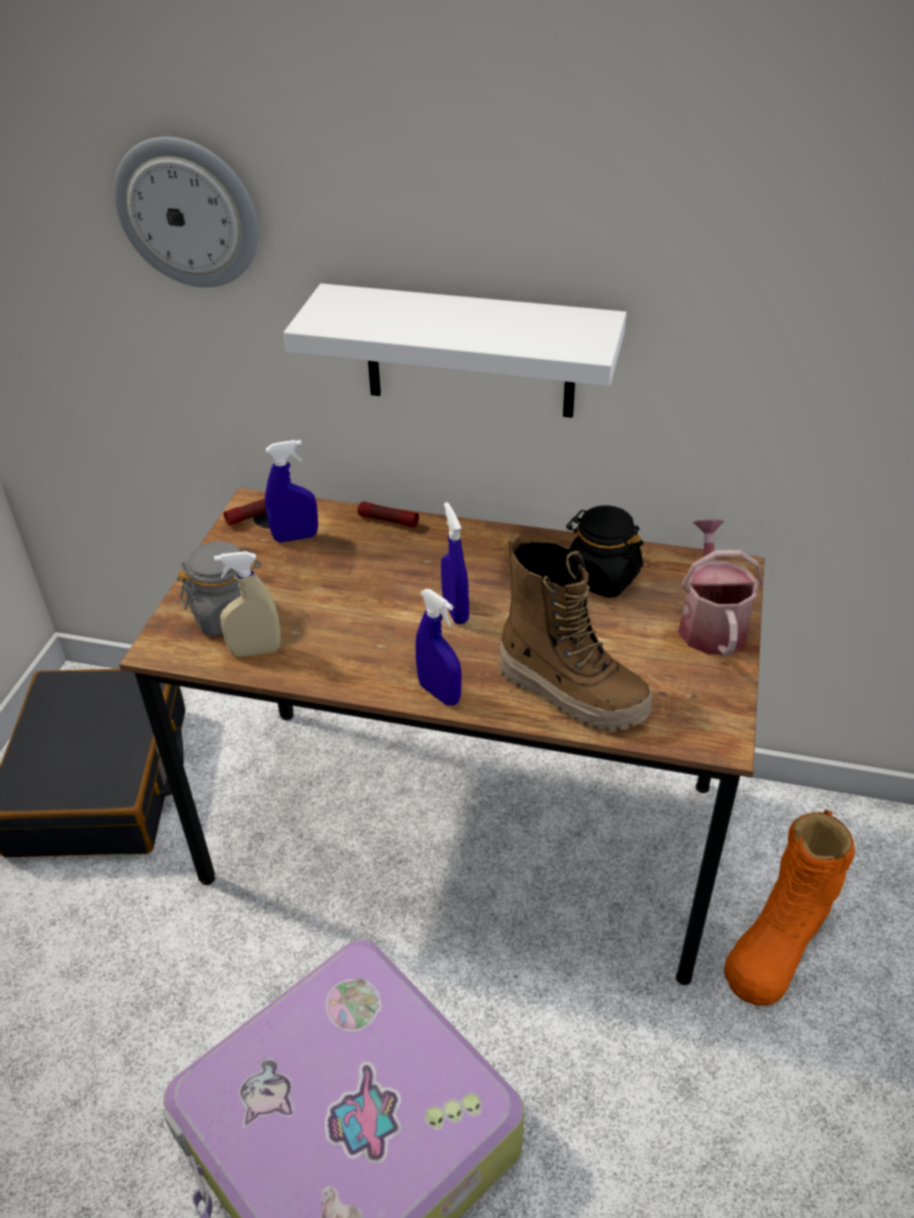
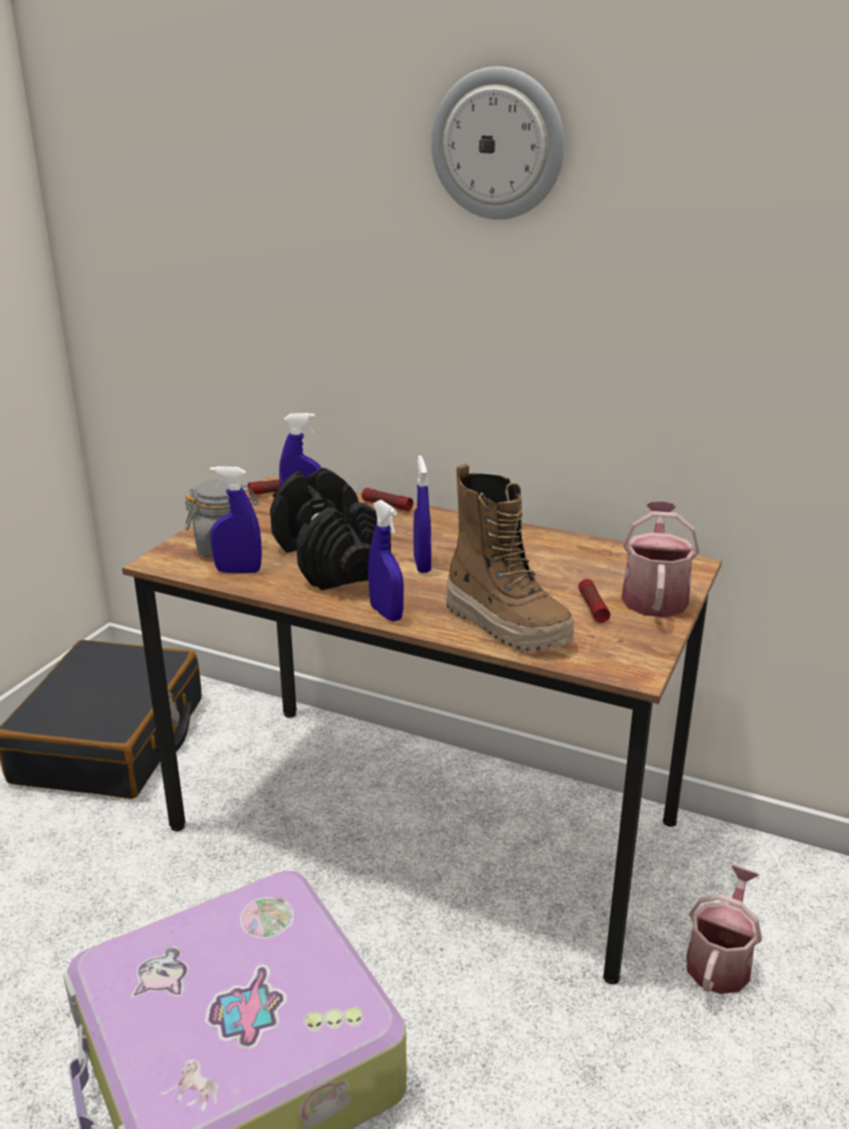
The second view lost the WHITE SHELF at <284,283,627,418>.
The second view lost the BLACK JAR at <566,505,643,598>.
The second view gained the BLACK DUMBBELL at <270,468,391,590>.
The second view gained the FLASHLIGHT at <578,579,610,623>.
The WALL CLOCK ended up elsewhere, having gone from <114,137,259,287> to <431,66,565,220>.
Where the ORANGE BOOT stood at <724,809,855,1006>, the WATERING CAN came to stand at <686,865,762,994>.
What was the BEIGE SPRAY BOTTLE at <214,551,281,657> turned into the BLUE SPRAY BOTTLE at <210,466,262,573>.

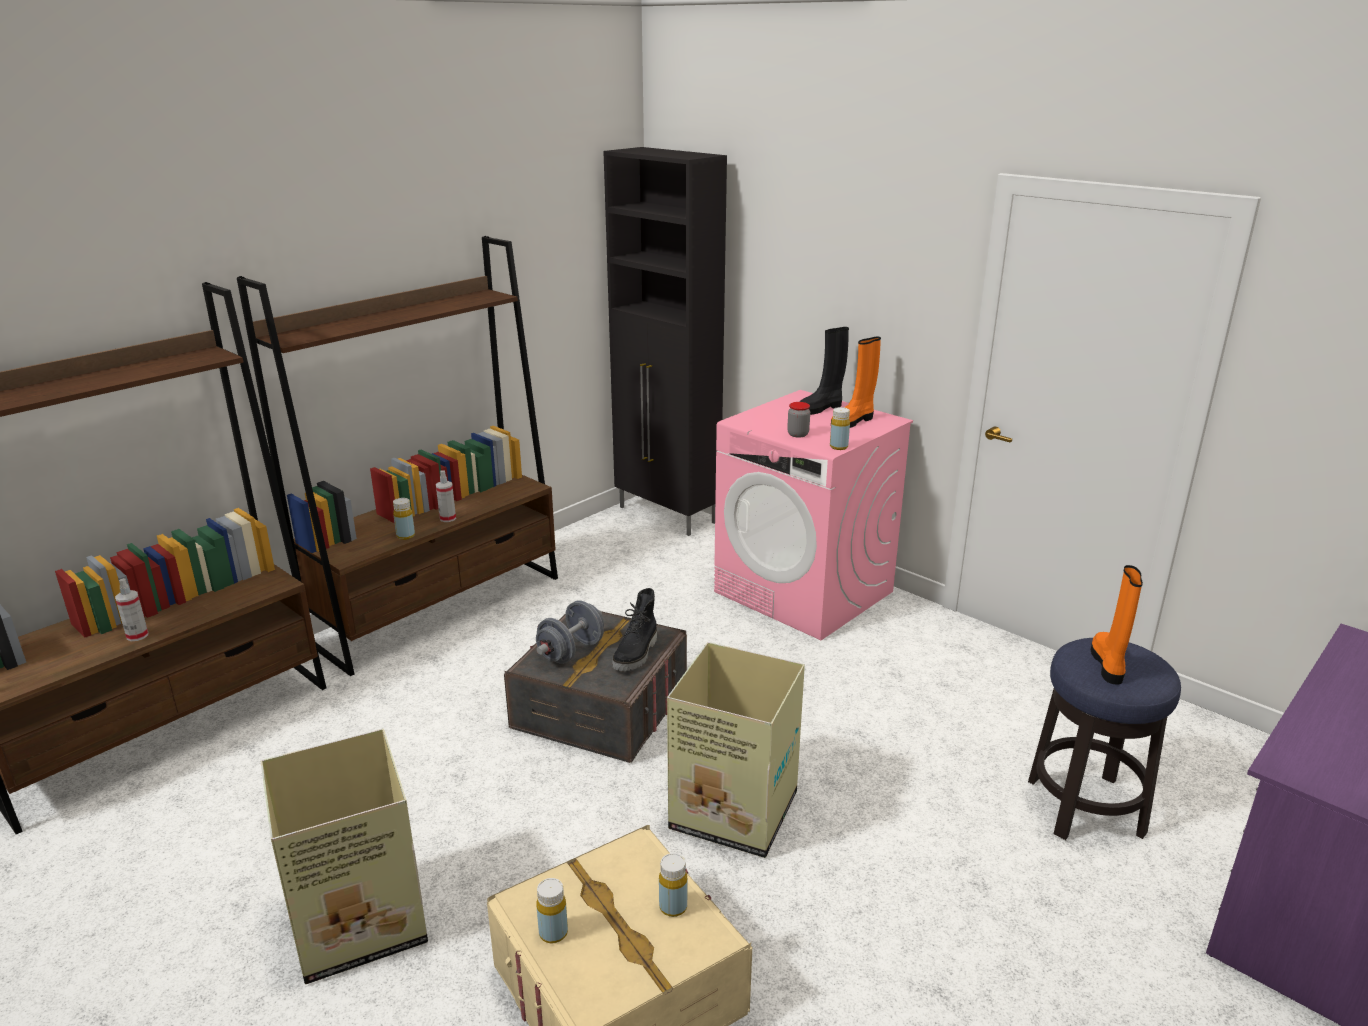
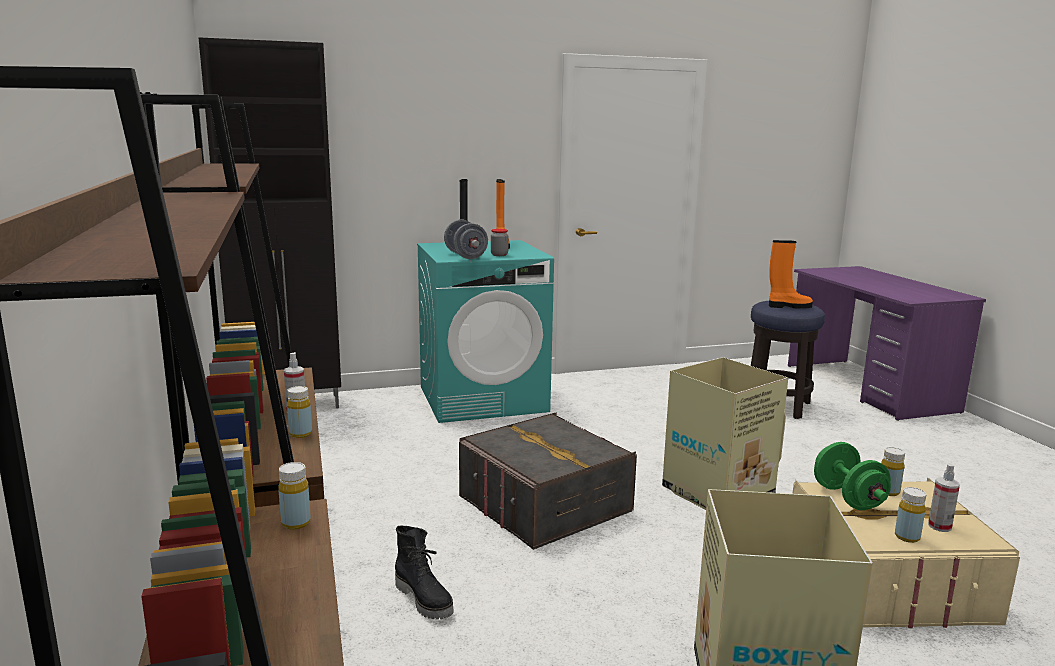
The second view gained the GREEN DUMBBELL at <814,442,891,510>.
The SPRAY BOTTLE ended up elsewhere, having gone from <115,578,148,641> to <928,463,960,532>.
The GREY DUMBBELL ended up elsewhere, having gone from <536,600,604,664> to <444,219,488,259>.
The BLACK BOOT ended up elsewhere, having gone from <612,588,657,671> to <395,525,454,620>.
The YELLOW BOTTLE ended up elsewhere, having gone from <830,407,850,450> to <278,462,311,529>.
What was the PINK WASHING MACHINE at <714,390,913,640> turned into the TURQUOISE WASHING MACHINE at <417,240,554,423>.
The ORANGE BOOT at <1091,565,1143,685> ended up facing another way, 135 degrees clockwise from before.

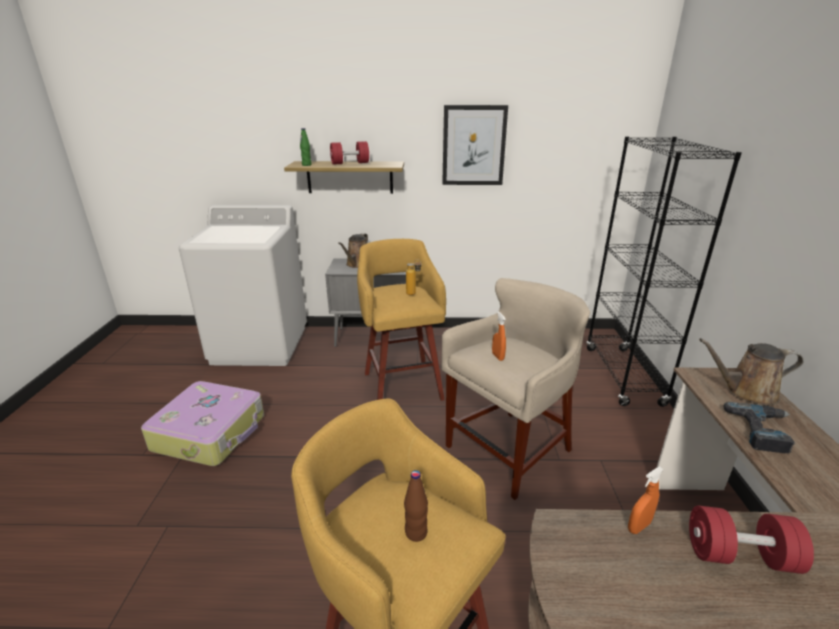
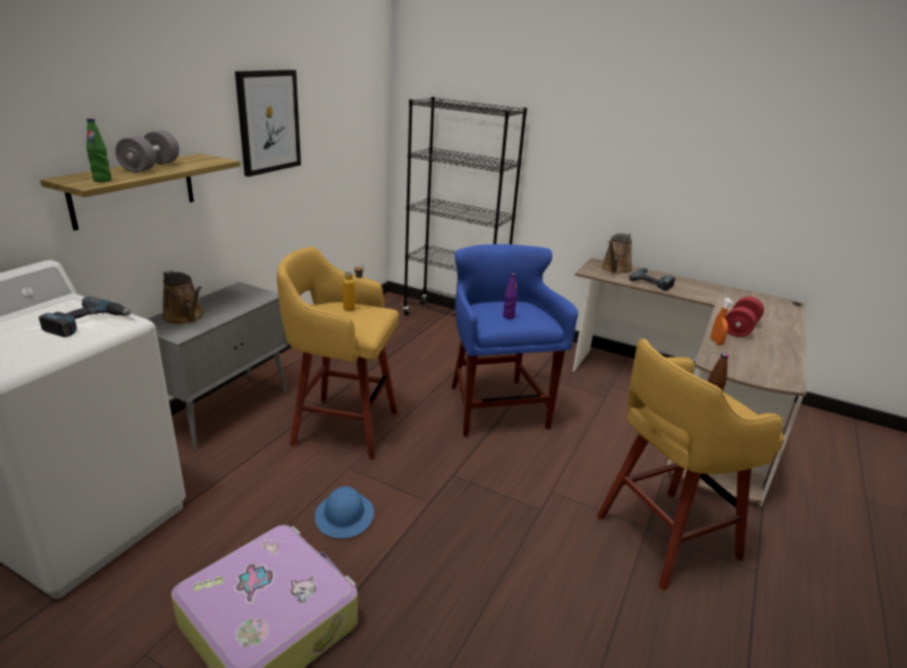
The second view gained the POWER DRILL at <39,296,131,337>.
The second view gained the BLUE HARD HAT at <315,486,374,539>.
Where the ORANGE SPRAY BOTTLE stood at <492,312,506,361>, the PURPLE BOTTLE came to stand at <503,273,518,319>.
What was the RED DUMBBELL at <330,141,369,165> turned into the GREY DUMBBELL at <115,130,179,173>.
What was the BEIGE STOOL at <441,278,590,500> turned into the BLUE STOOL at <451,244,578,437>.

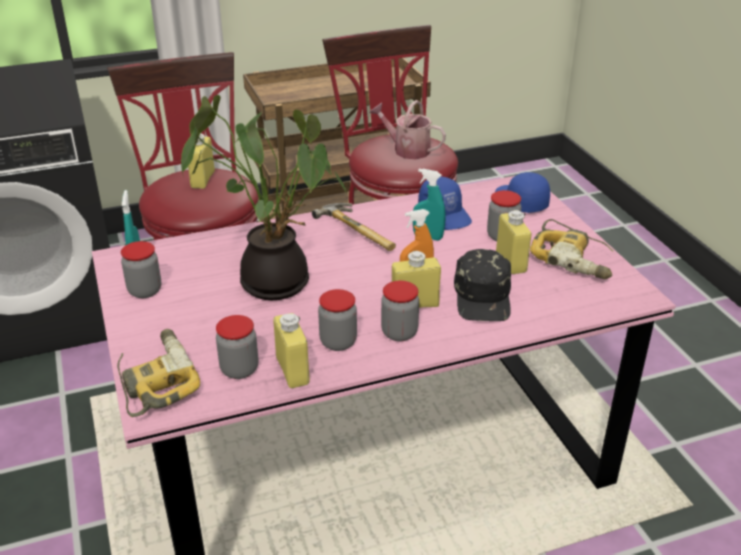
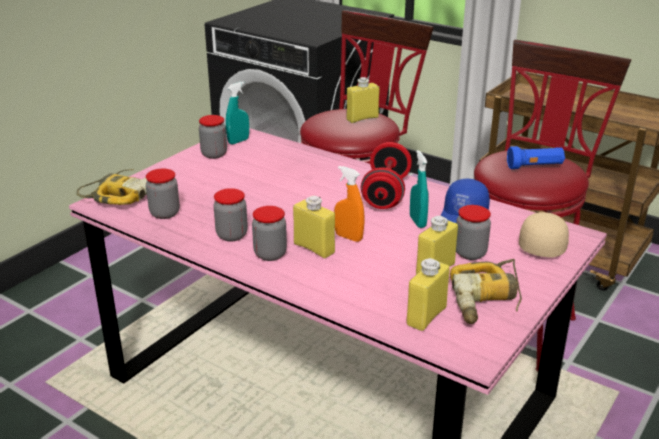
The second view lost the POTTED PLANT at <181,95,347,300>.
The second view lost the BLACK CAP at <454,249,511,321>.
The YELLOW BOTTLE ended up elsewhere, having gone from <273,313,310,388> to <407,258,450,331>.
Where the HAMMER stood at <312,203,396,251>, the RED DUMBBELL came to stand at <361,142,412,209>.
Where the WATERING CAN stood at <369,100,446,159>, the BLUE FLASHLIGHT came to stand at <507,146,565,169>.
What was the BLUE CAP at <495,172,550,213> turned into the BEIGE CAP at <519,212,569,258>.

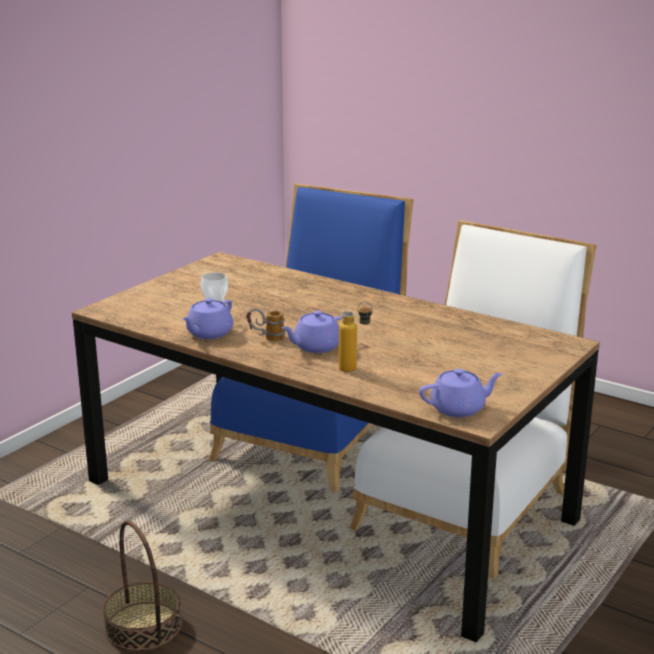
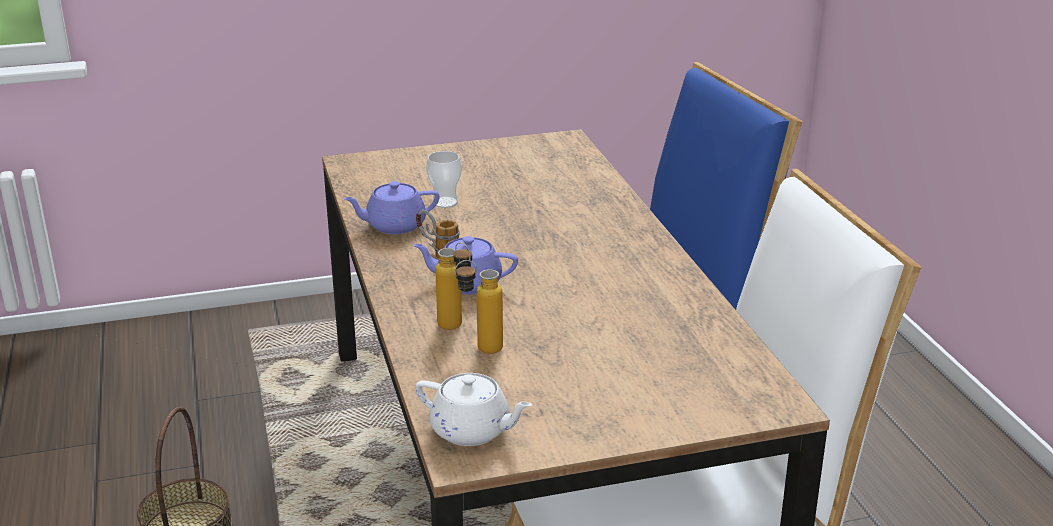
The second view gained the BOTTLE at <455,260,503,354>.
What was the PURPLE TEAPOT at <419,369,503,417> turned into the WHITE TEAPOT at <415,373,533,446>.

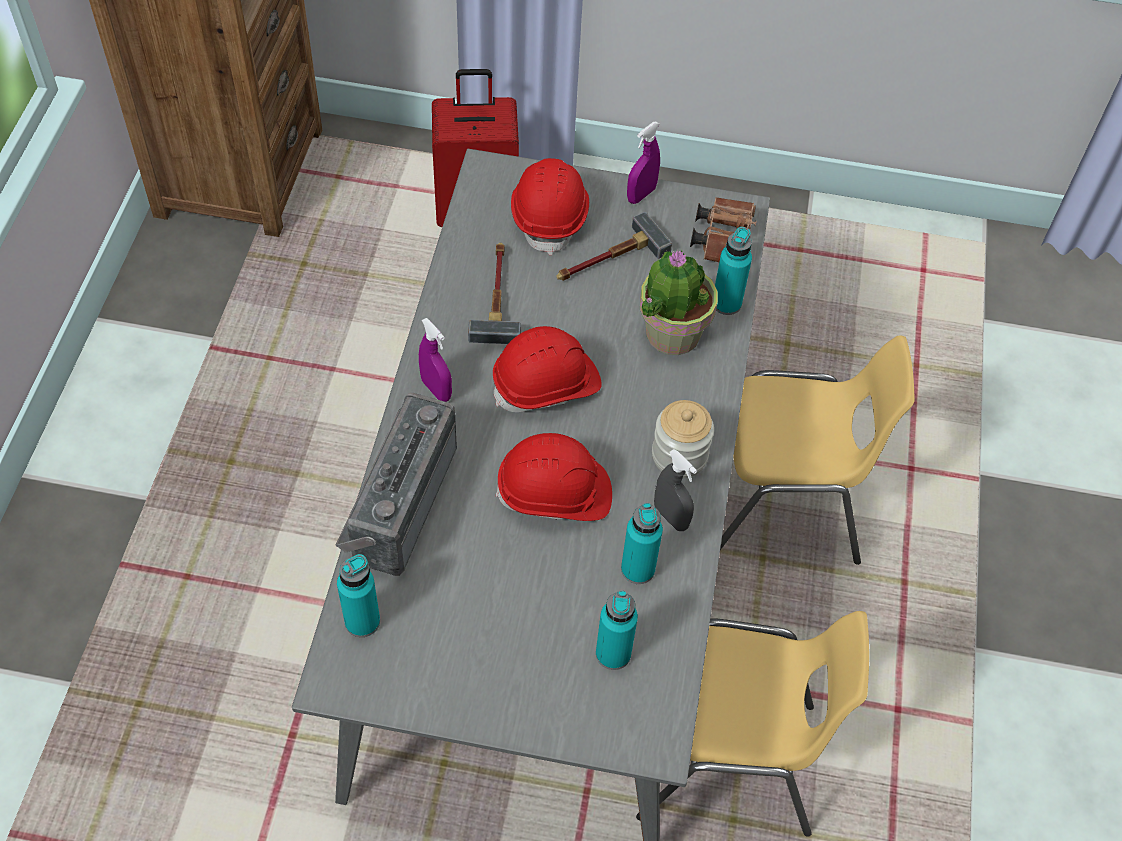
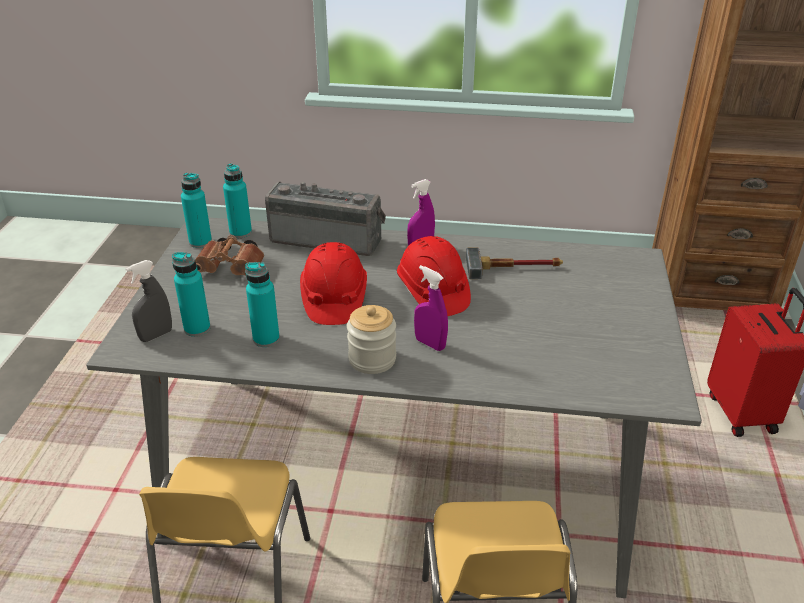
The second view lost the RED HARD HAT at <511,158,589,255>.
The second view lost the HAMMER at <556,212,672,281>.
The second view lost the POTTED PLANT at <640,250,718,355>.
The PURPLE SPRAY BOTTLE ended up elsewhere, having gone from <627,122,660,204> to <414,265,448,351>.
The GREY SPRAY BOTTLE ended up elsewhere, having gone from <654,449,697,531> to <125,260,172,342>.
The BROWN BINOCULARS ended up elsewhere, having gone from <690,197,757,262> to <195,235,264,276>.
The TURQUOISE BOTTLE ended up elsewhere, having gone from <715,227,752,315> to <181,172,212,248>.

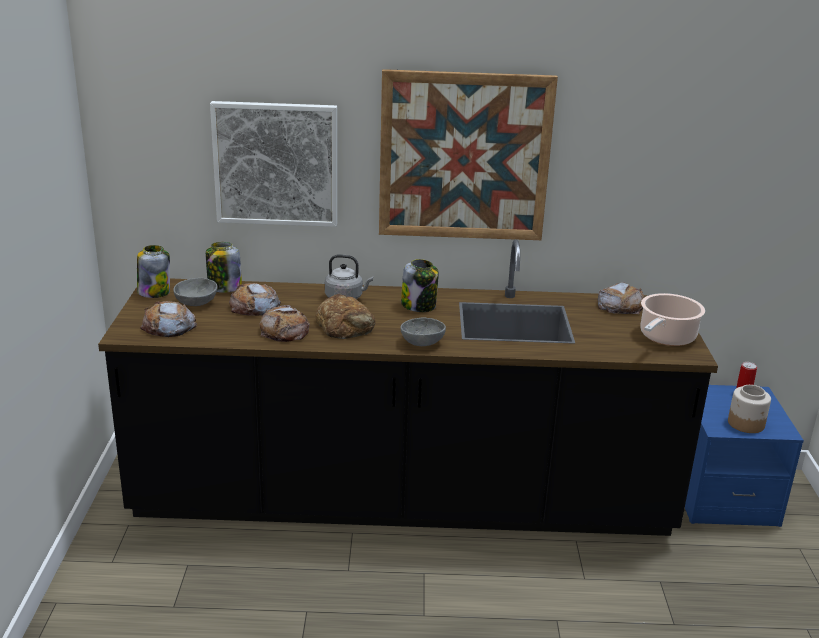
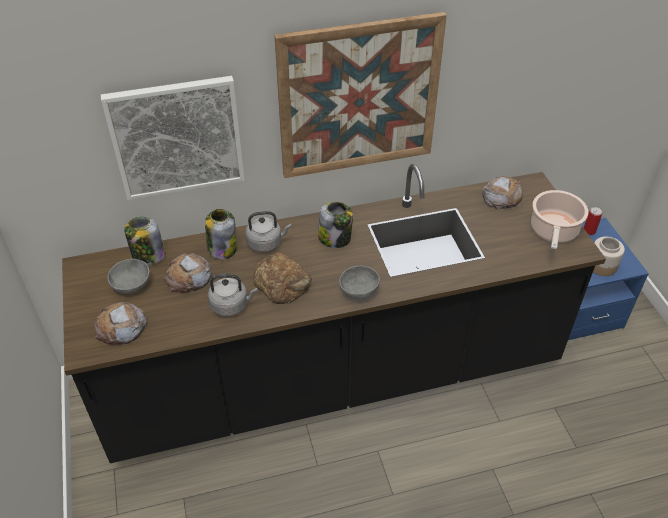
The JAR ended up elsewhere, having gone from <137,245,170,298> to <205,209,237,259>.
Where the BREAD stood at <259,305,310,342>, the GREY KETTLE came to stand at <208,274,258,316>.

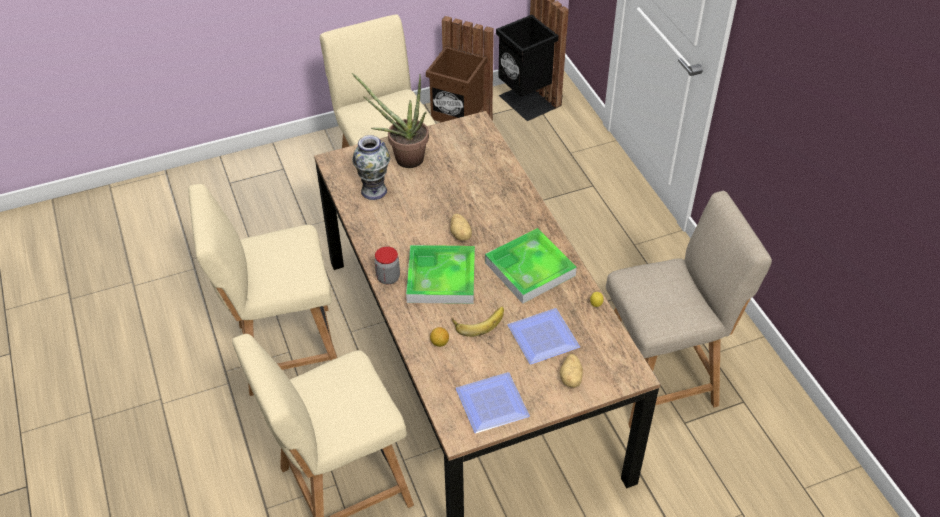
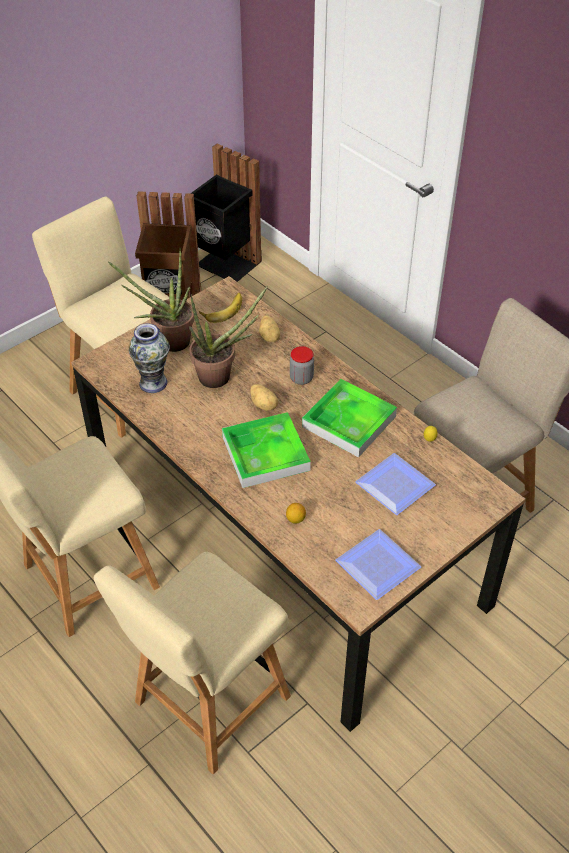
The second view gained the POTTED PLANT at <189,286,268,388>.
The JAR ended up elsewhere, having gone from <375,247,400,284> to <290,346,314,385>.
The BANANA ended up elsewhere, having gone from <452,307,504,337> to <199,293,242,323>.
The POTATO ended up elsewhere, having gone from <560,354,583,388> to <259,315,280,342>.

